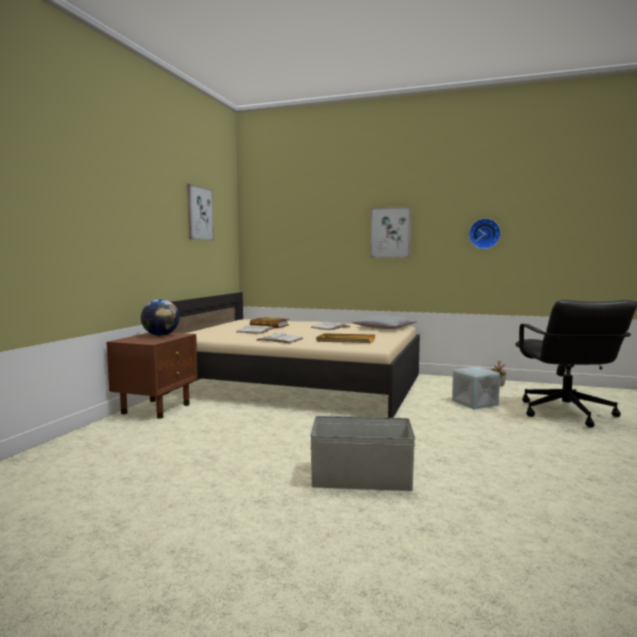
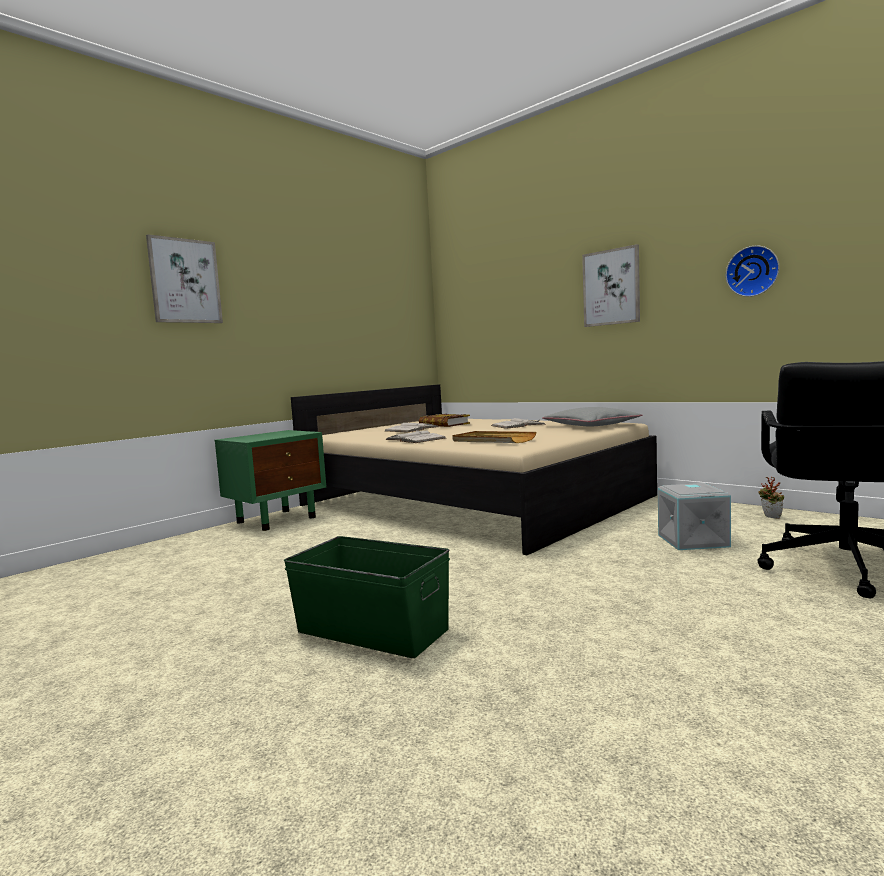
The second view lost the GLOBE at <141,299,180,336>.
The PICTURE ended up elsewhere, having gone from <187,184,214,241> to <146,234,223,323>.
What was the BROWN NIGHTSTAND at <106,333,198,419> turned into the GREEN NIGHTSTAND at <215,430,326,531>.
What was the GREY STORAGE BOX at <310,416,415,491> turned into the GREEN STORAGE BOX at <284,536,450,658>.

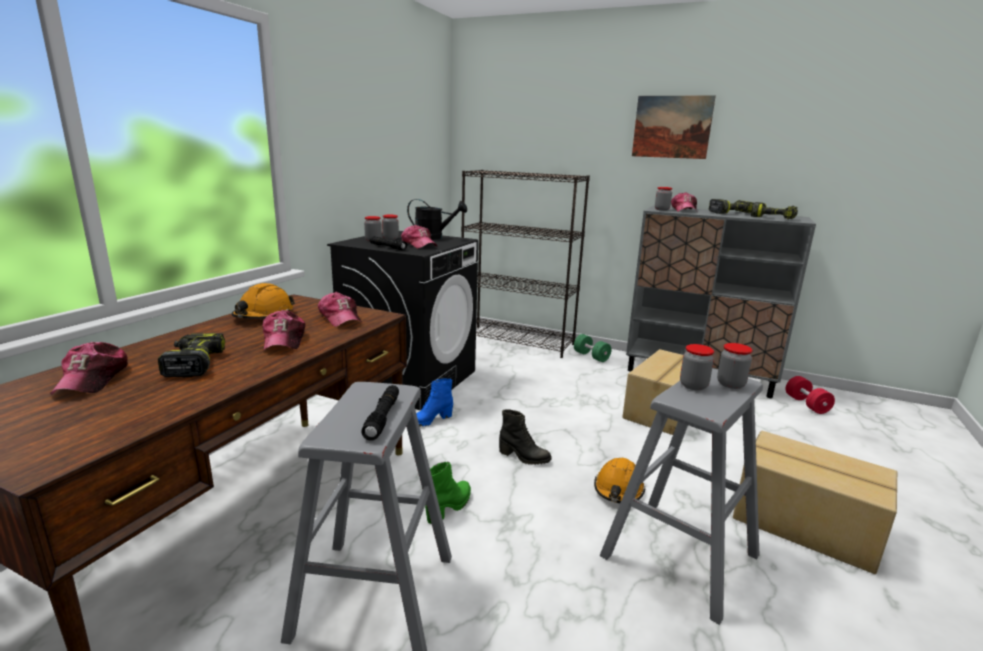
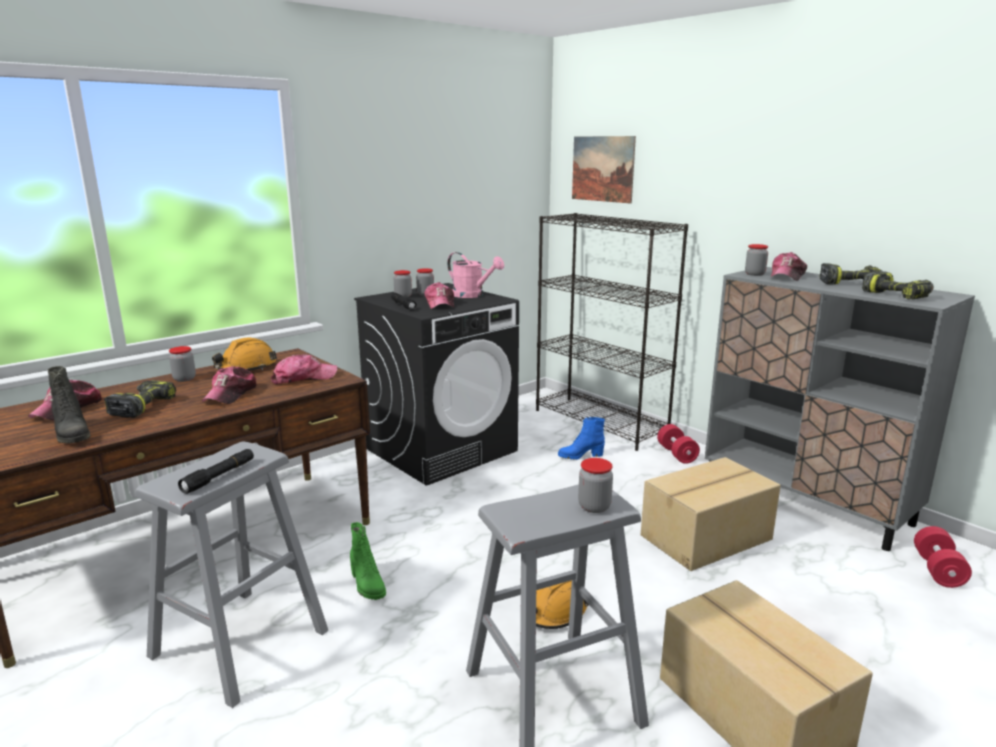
The BLUE BOOT ended up elsewhere, having gone from <416,378,453,426> to <558,417,605,460>.
The BLACK BOOT ended up elsewhere, having gone from <499,410,551,465> to <48,366,91,443>.
The PICTURE ended up elsewhere, having gone from <632,95,716,159> to <572,136,636,204>.
The JAR ended up elsewhere, having gone from <680,344,714,391> to <169,346,196,382>.
What was the BLACK WATERING CAN at <407,199,467,240> turned into the PINK WATERING CAN at <447,252,504,298>.
What was the GREEN DUMBBELL at <574,334,611,362> turned into the RED DUMBBELL at <657,424,700,464>.
The CAP at <318,292,362,327> ended up facing another way, 105 degrees counterclockwise from before.
The GREEN BOOT at <425,462,471,524> ended up facing another way, 90 degrees clockwise from before.

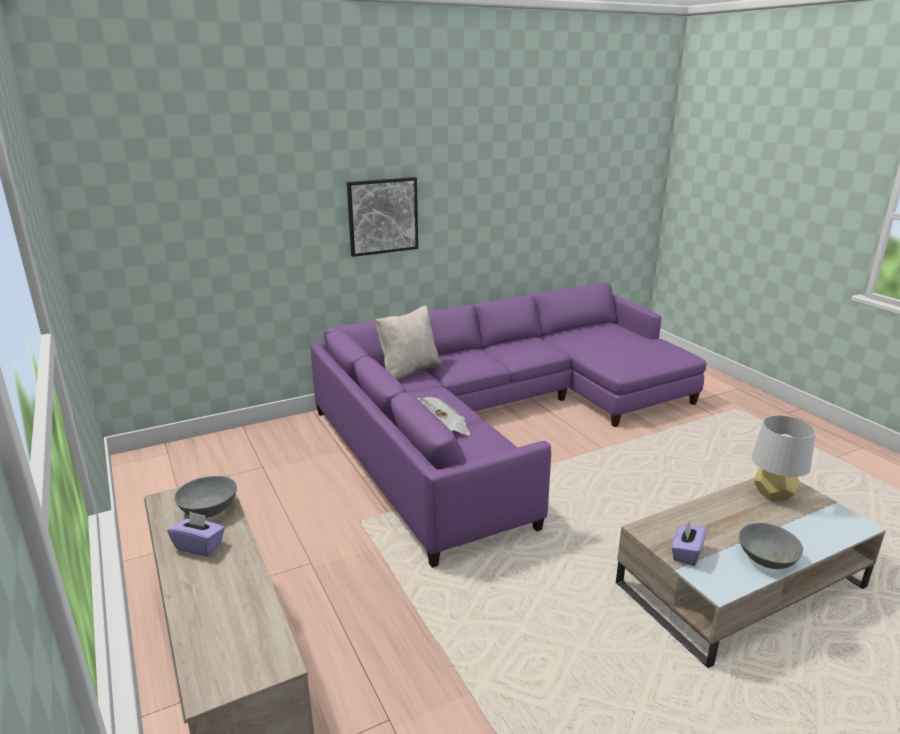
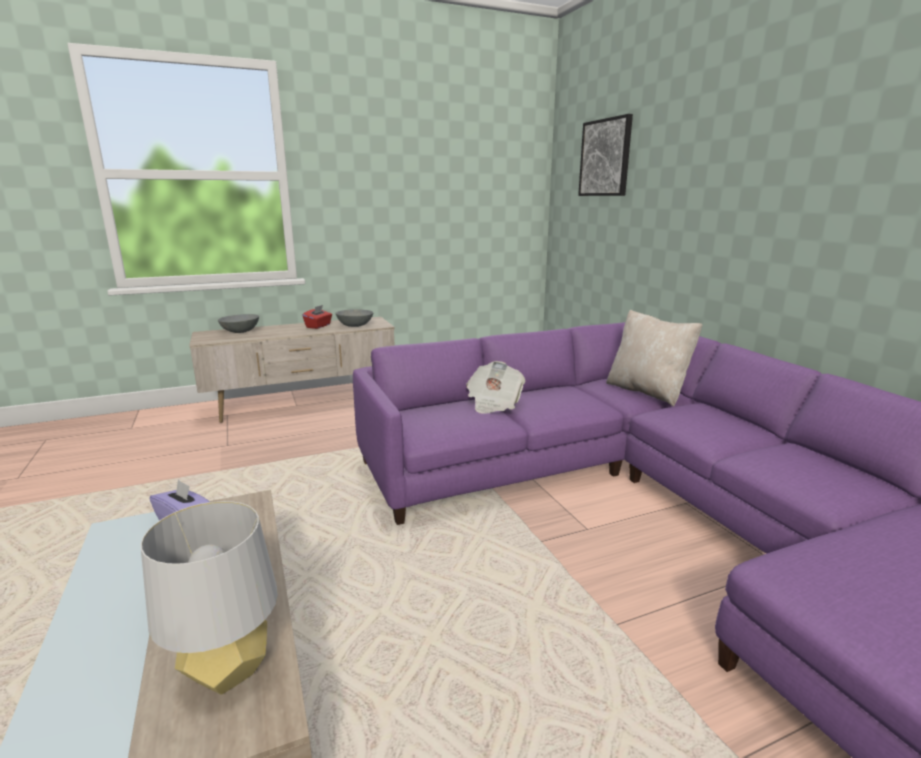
The PICTURE ended up elsewhere, having gone from <347,177,418,257> to <578,114,633,196>.
The GREY BOWL ended up elsewhere, having gone from <739,523,803,569> to <218,314,259,333>.
What was the PURPLE TISSUE BOX at <168,512,225,556> turned into the RED TISSUE BOX at <302,305,332,329>.

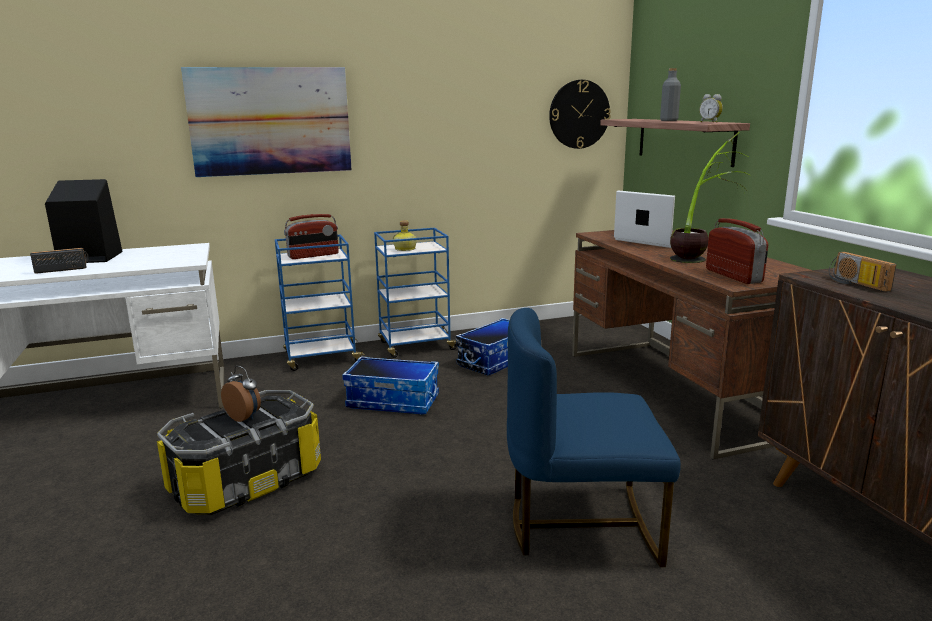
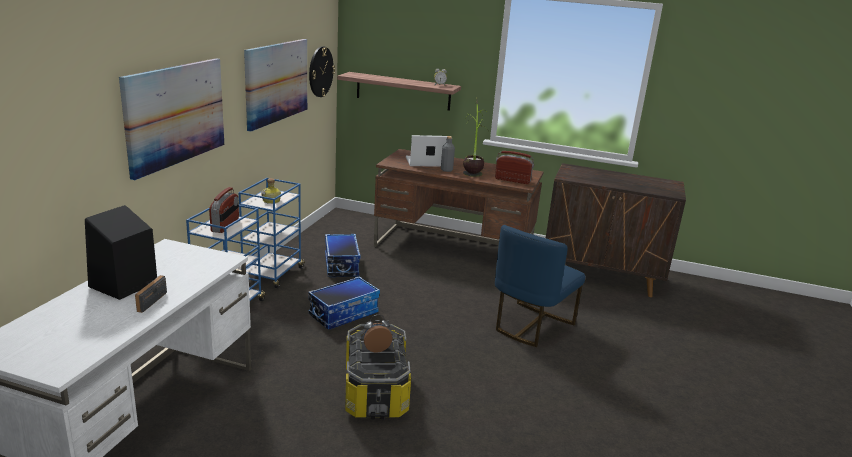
The second view lost the RADIO at <829,252,896,292>.
The second view gained the PICTURE at <244,39,307,131>.
The GREY BOTTLE ended up elsewhere, having gone from <660,68,681,121> to <441,136,455,172>.

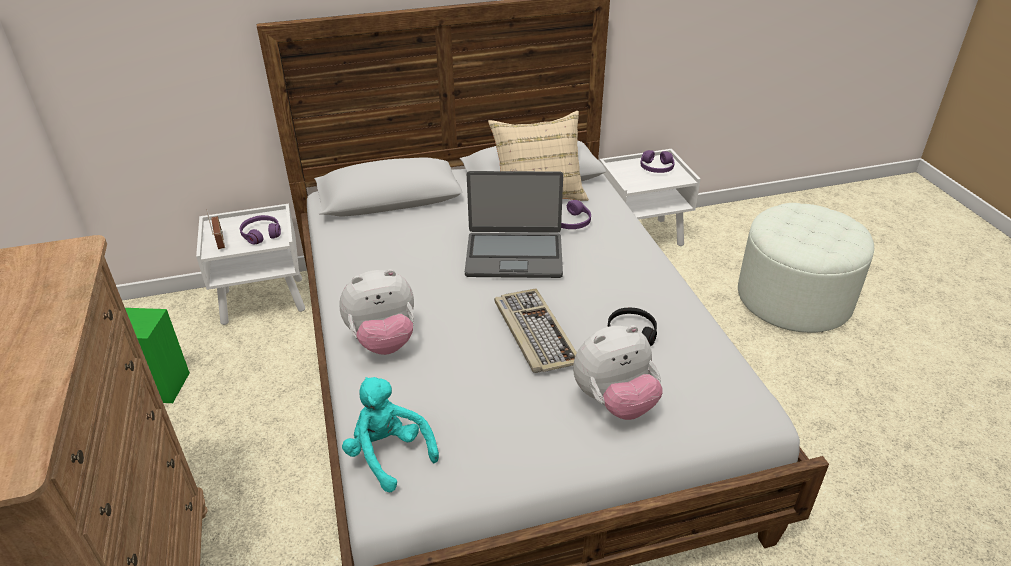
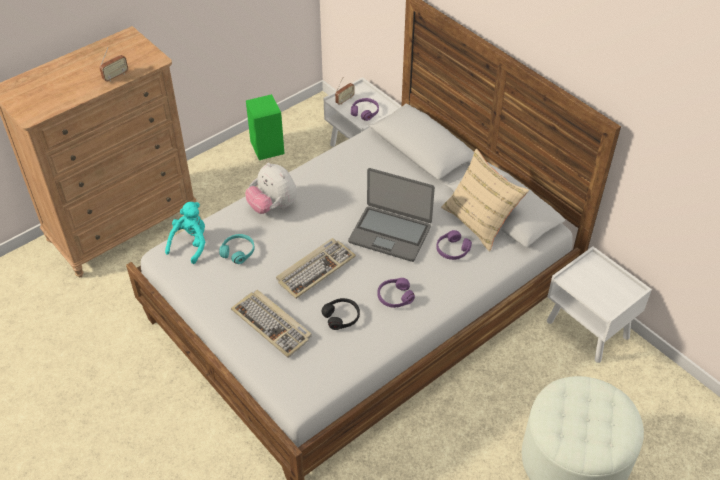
The second view gained the RADIO at <99,47,128,82>.
The second view gained the TURQUOISE HEADPHONES at <219,234,255,264>.
The PURPLE HEADPHONES ended up elsewhere, having gone from <640,150,675,173> to <377,278,415,308>.
Where the PLUSH TOY stood at <573,325,663,420>, the KEYBOARD came to stand at <231,290,312,358>.
The LAPTOP at <465,171,563,278> ended up facing another way, 45 degrees counterclockwise from before.

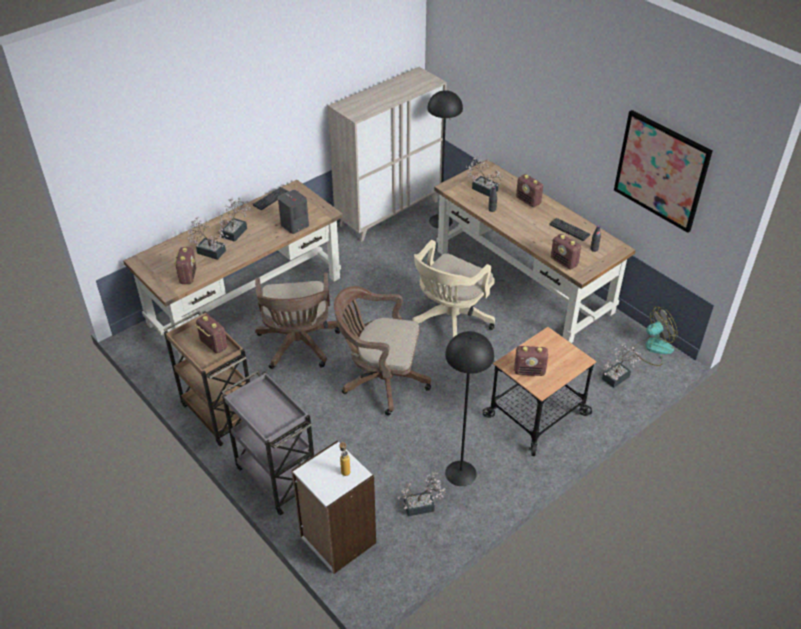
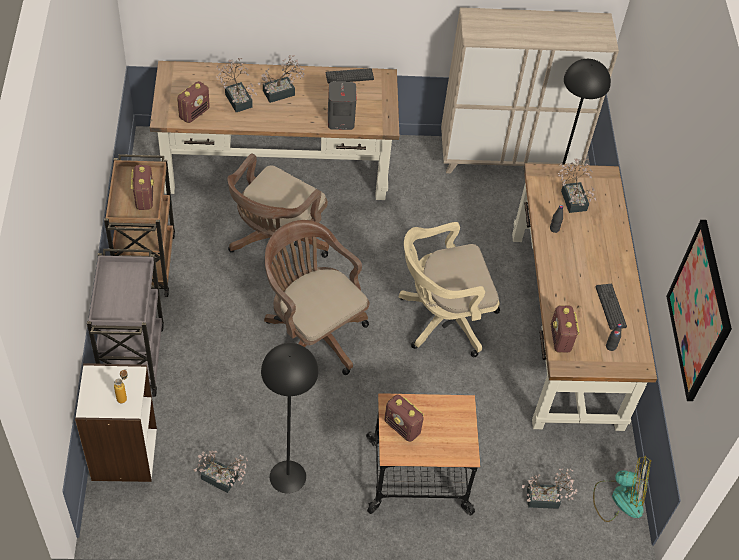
The second view lost the RADIO at <516,174,544,207>.

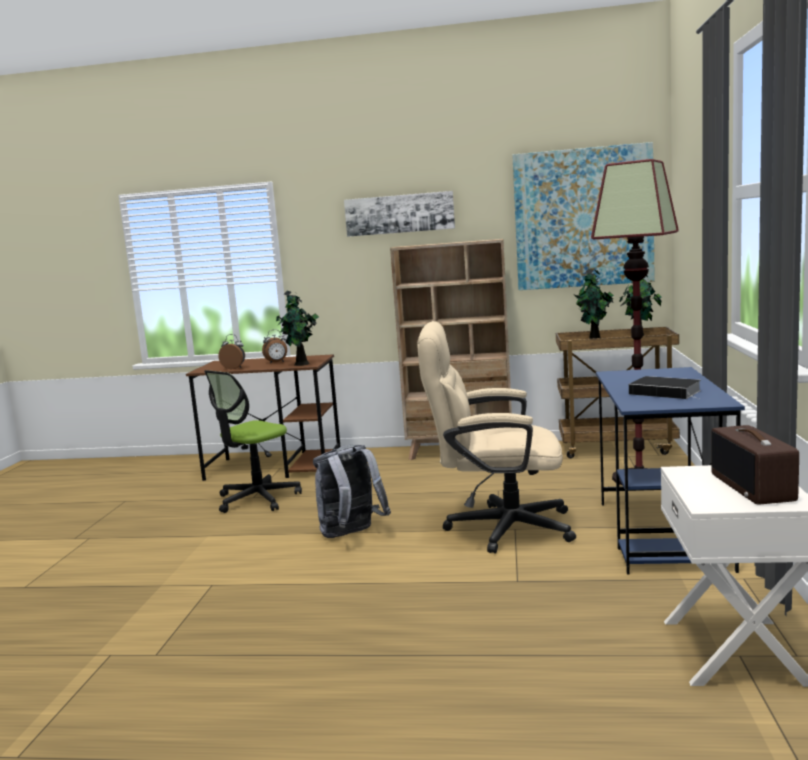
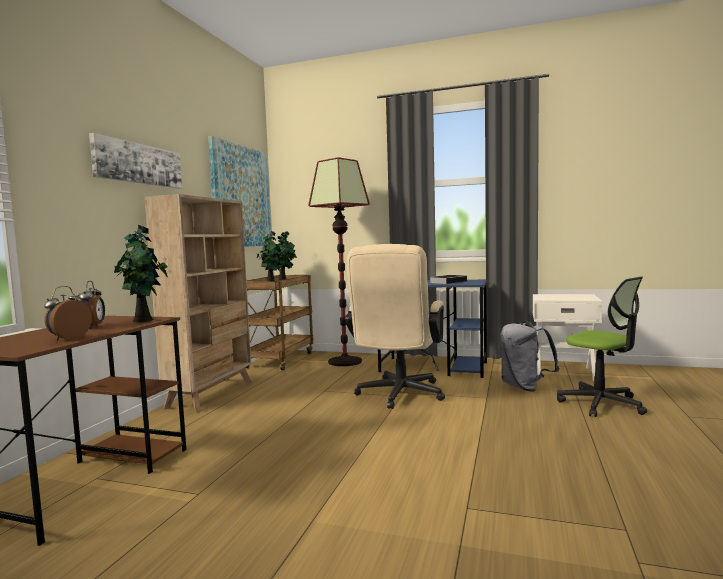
The second view lost the RADIO at <711,425,799,505>.
The OFFICE CHAIR ended up elsewhere, having gone from <204,370,302,513> to <557,276,647,417>.
The GREY BACKPACK ended up elsewhere, having gone from <313,445,391,538> to <500,321,559,392>.

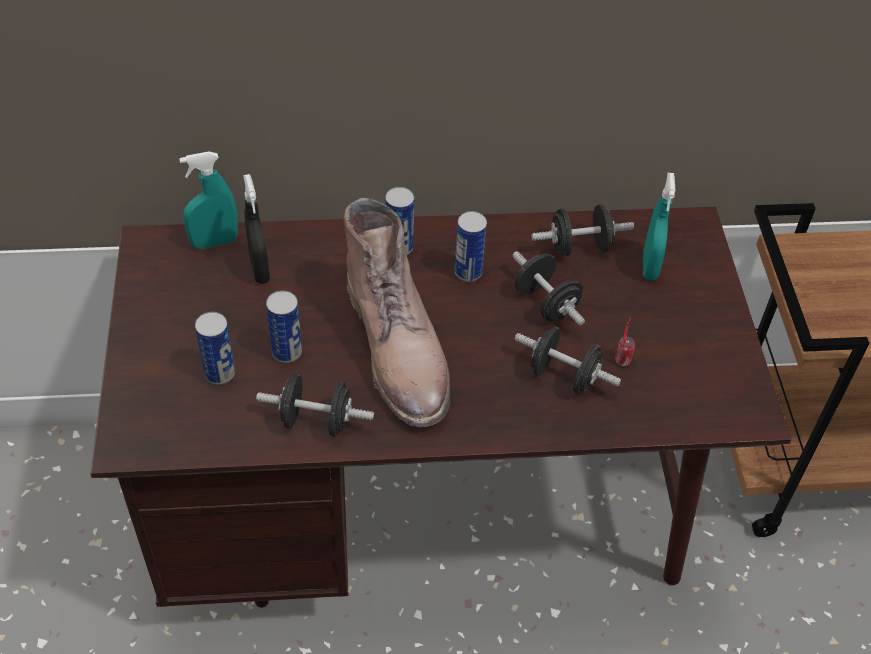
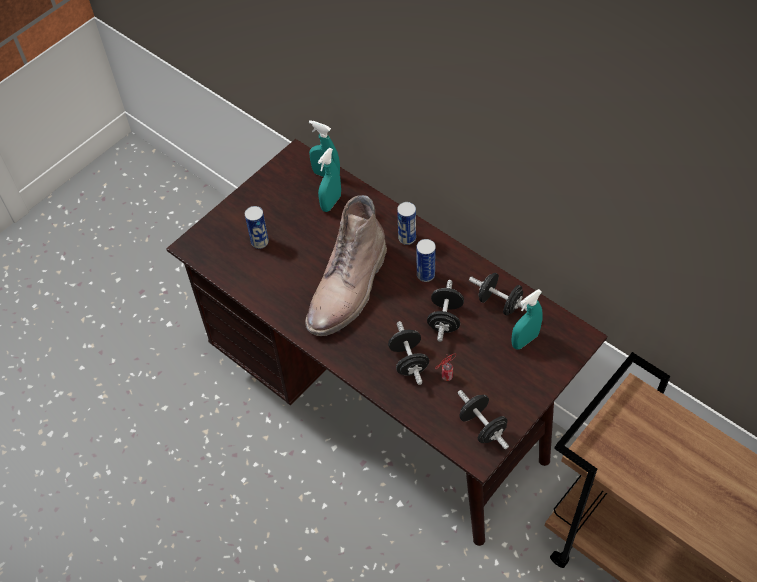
The second view lost the CAN at <266,290,302,363>.
The BLACK DUMBBELL ended up elsewhere, having gone from <256,374,374,437> to <458,390,509,450>.
What was the BLACK SPRAY BOTTLE at <243,174,270,284> turned into the TURQUOISE SPRAY BOTTLE at <318,148,341,212>.

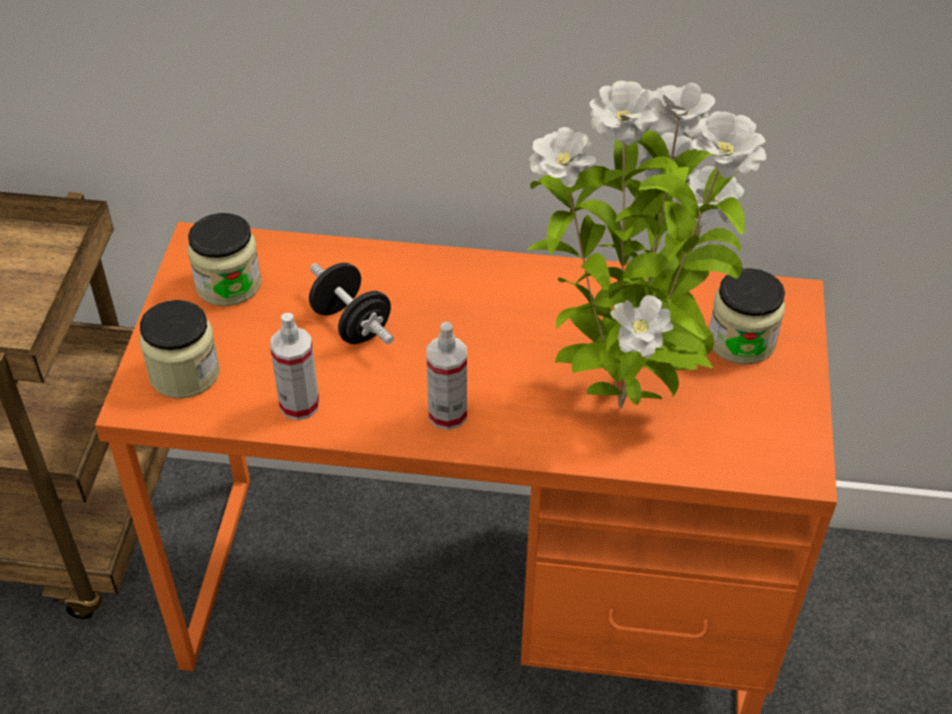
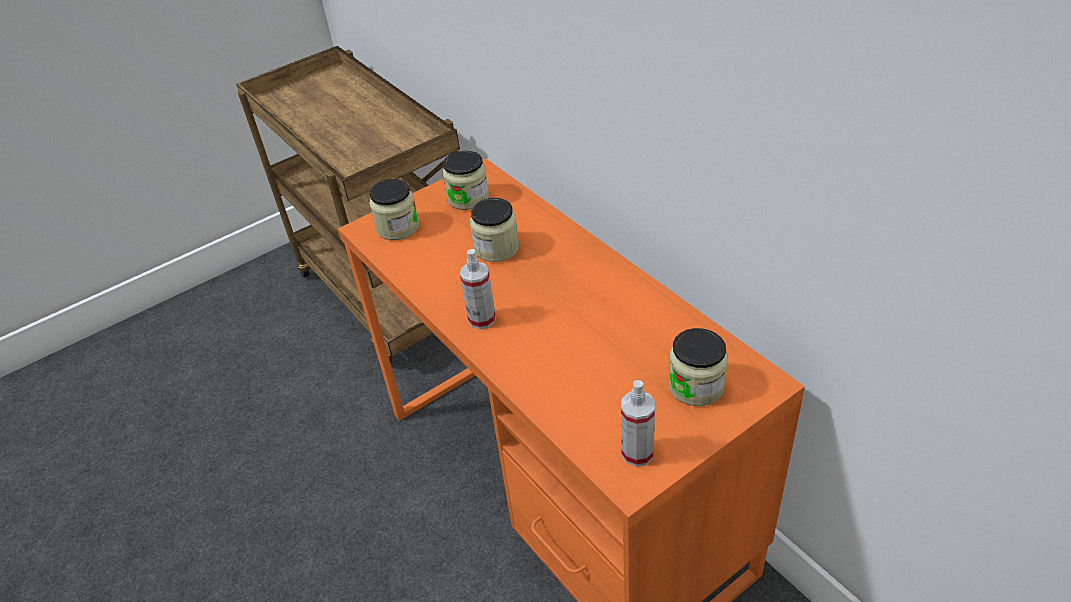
The second view lost the POTTED PLANT at <527,81,766,409>.
The SPRAY BOTTLE ended up elsewhere, having gone from <270,313,319,420> to <621,380,655,467>.
Where the BLACK DUMBBELL stood at <309,263,394,344>, the JAR came to stand at <470,198,519,262>.

